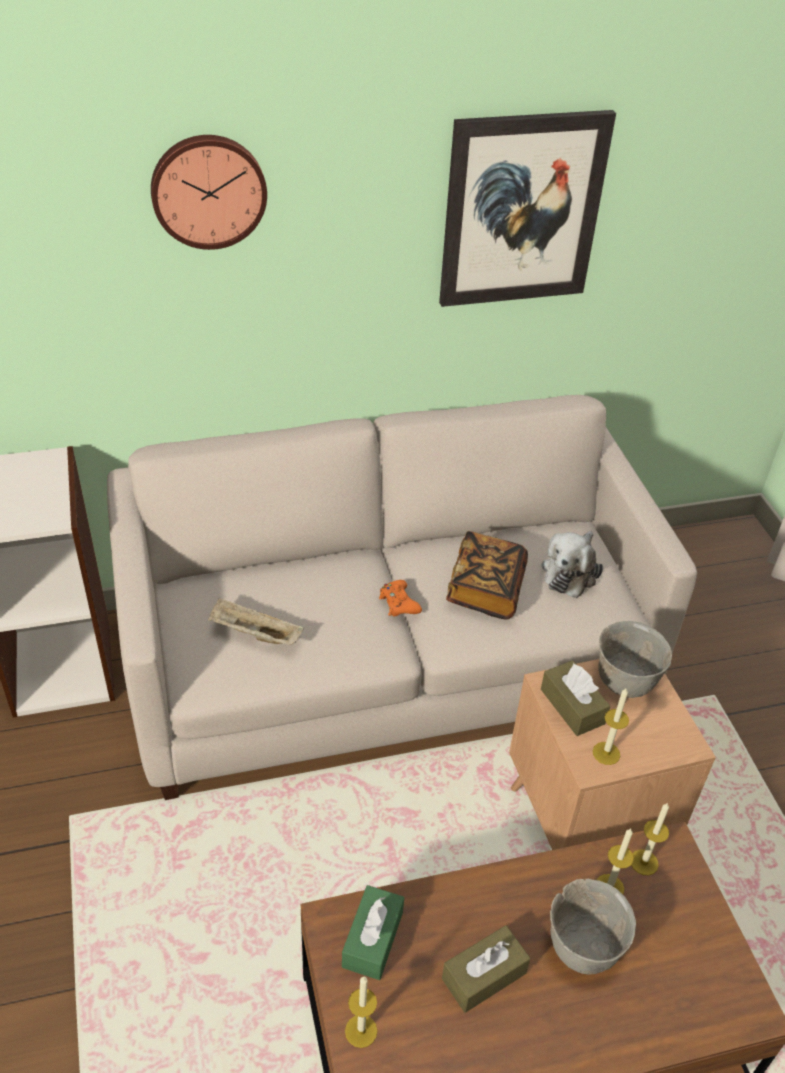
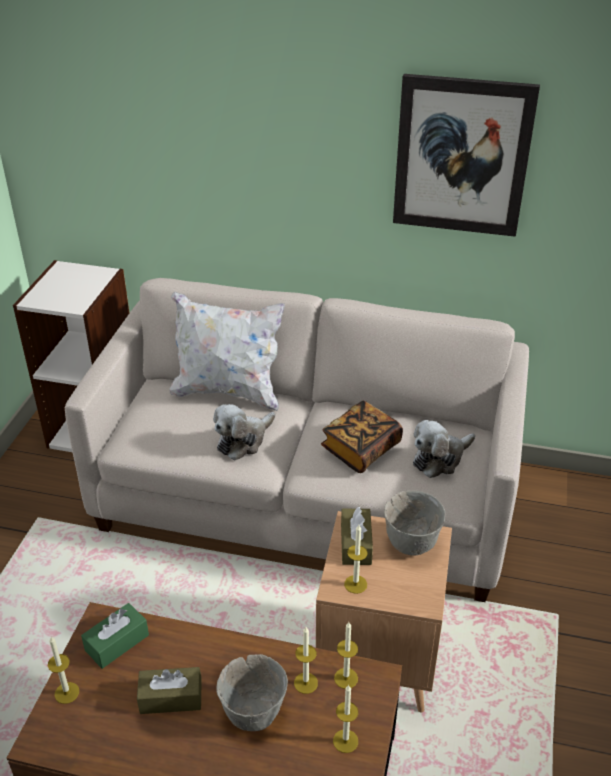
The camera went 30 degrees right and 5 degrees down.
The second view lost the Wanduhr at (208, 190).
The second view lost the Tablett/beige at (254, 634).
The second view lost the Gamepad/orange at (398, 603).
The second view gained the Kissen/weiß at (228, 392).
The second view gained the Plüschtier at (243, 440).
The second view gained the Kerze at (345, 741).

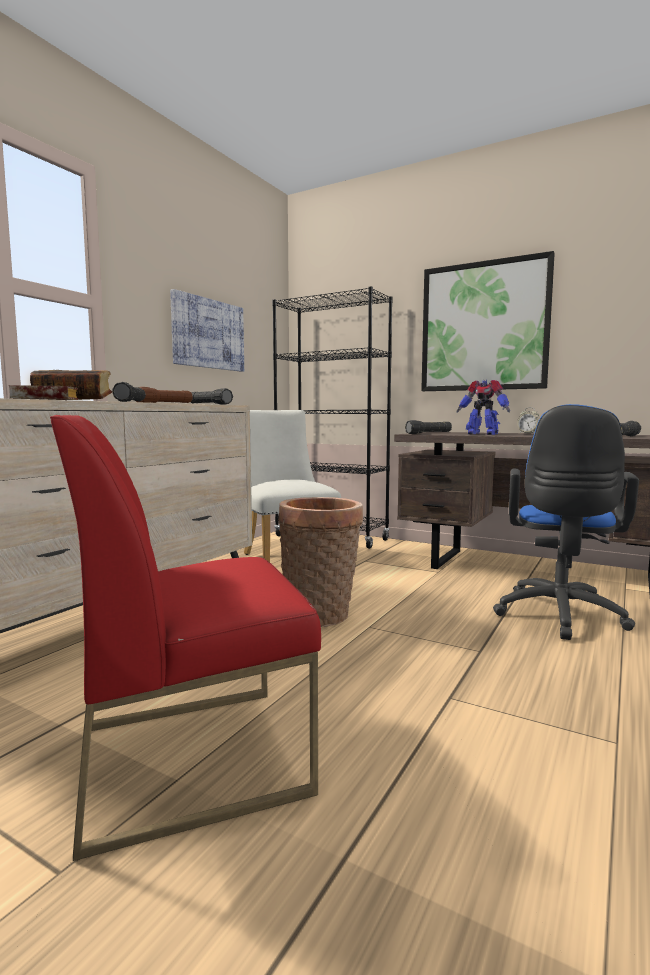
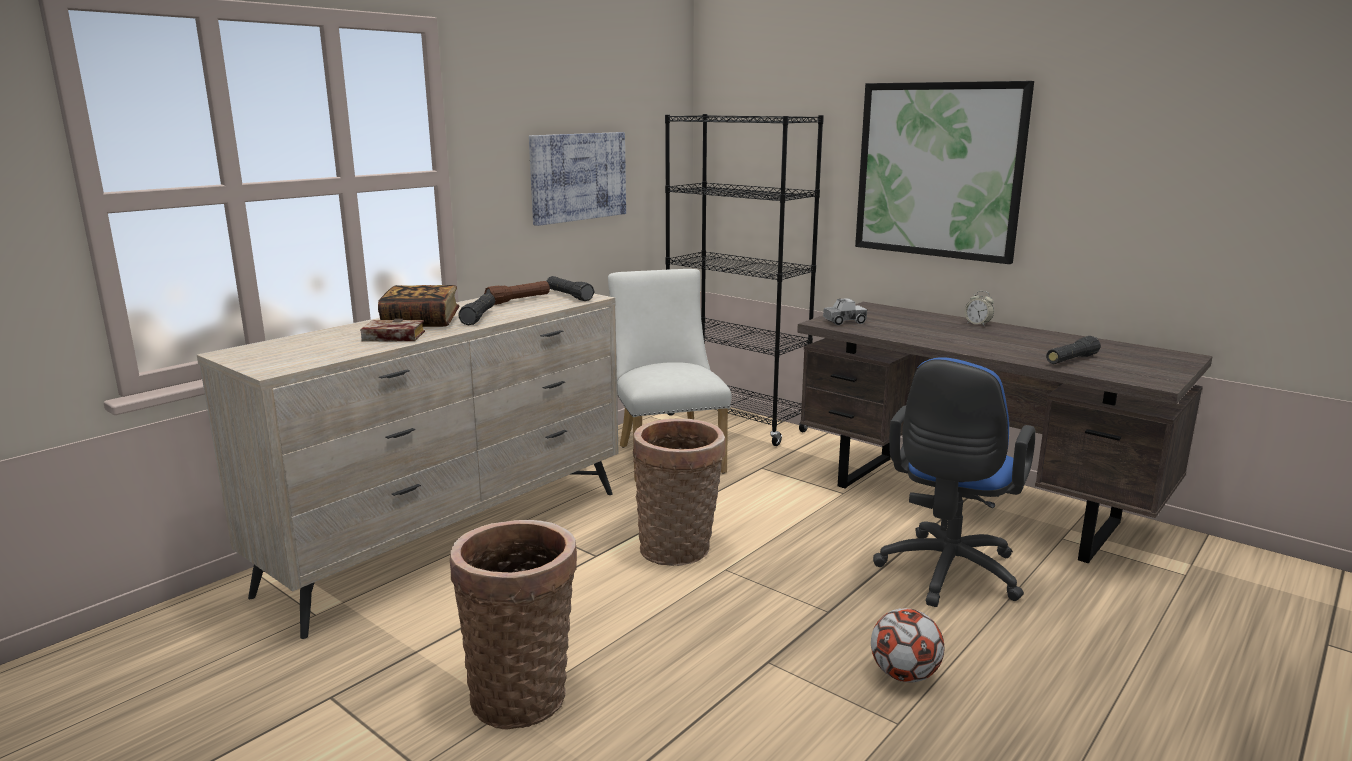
The camera went 10 degrees right and 10 degrees up.
Where the Stuhl/rot stood at (193, 756), the Korb came to stand at (522, 693).
Where the Taschenlampe/schwarz stood at (428, 433), the Spielzeuglaster came to stand at (844, 322).
The second view lost the Spielzeugroboter at (482, 434).
The second view gained the Fußball at (904, 675).

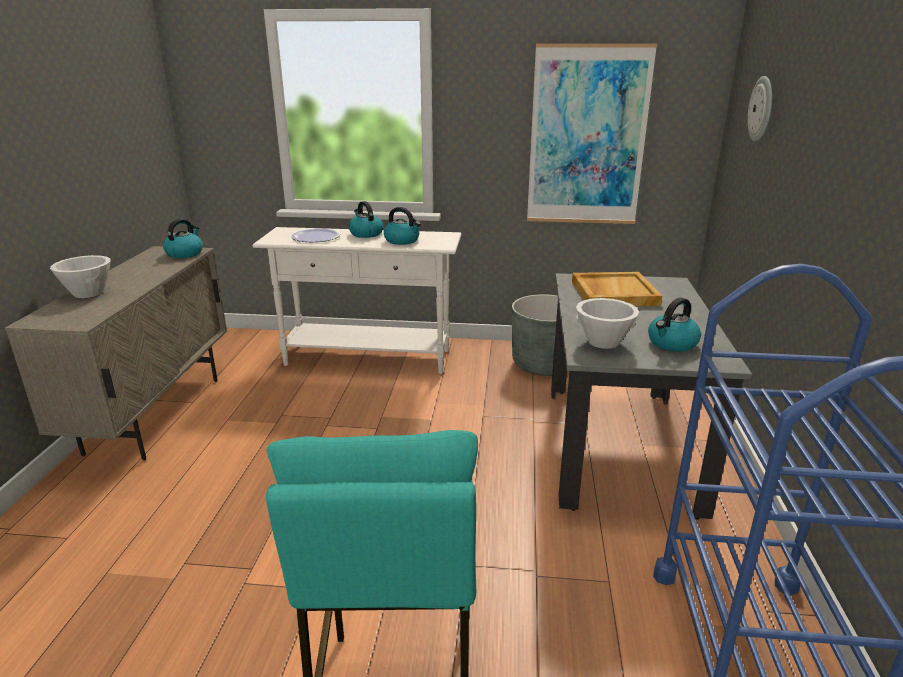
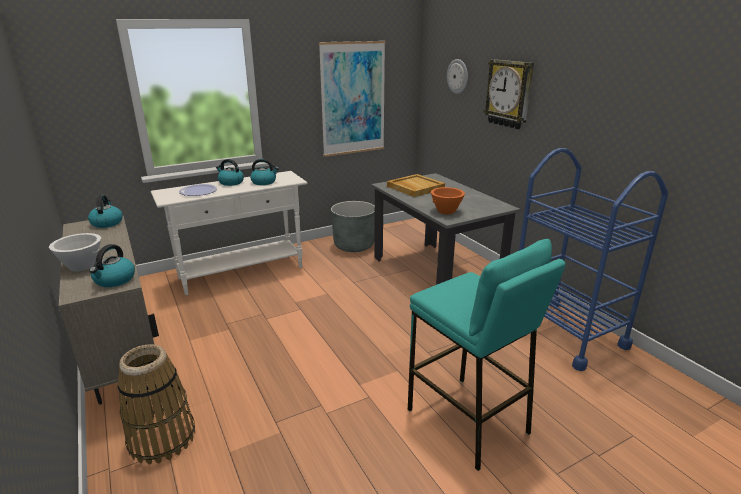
The camera went 35 degrees left and 0 degrees up.
What was the Schüssel/weiß at (603, 341) turned into the Schüssel/orange at (446, 211).
The Wasserkessel ended up elsewhere, having gone from (672, 343) to (114, 280).
The second view gained the Korb at (162, 438).
The second view gained the Wanduhr at (509, 94).

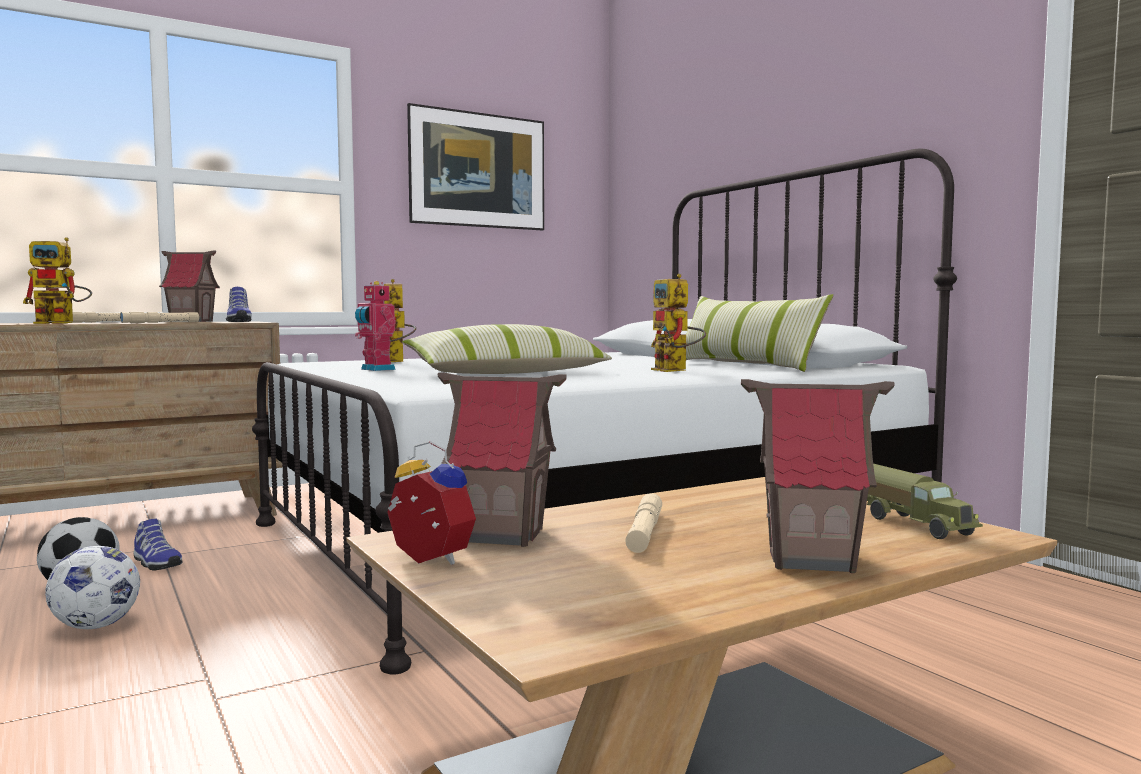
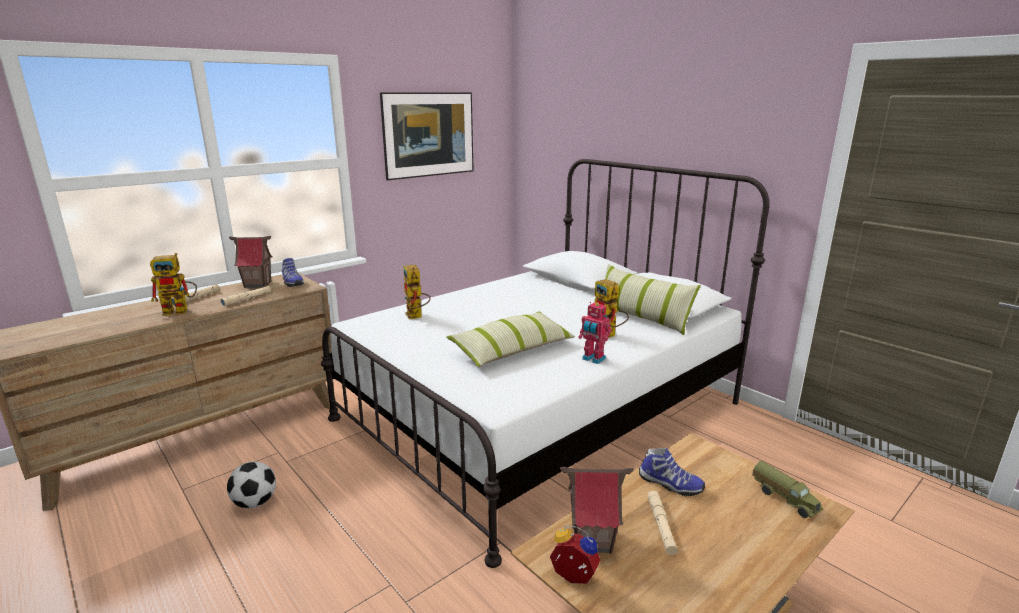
The camera went 10 degrees left and 15 degrees up.
The second view lost the Fußball at (96, 626).
The Schuh ended up elsewhere, having gone from (155, 563) to (669, 485).
The Spielzeugroboter ended up elsewhere, having gone from (376, 369) to (593, 359).
The second view lost the Spielzeughaus at (811, 560).

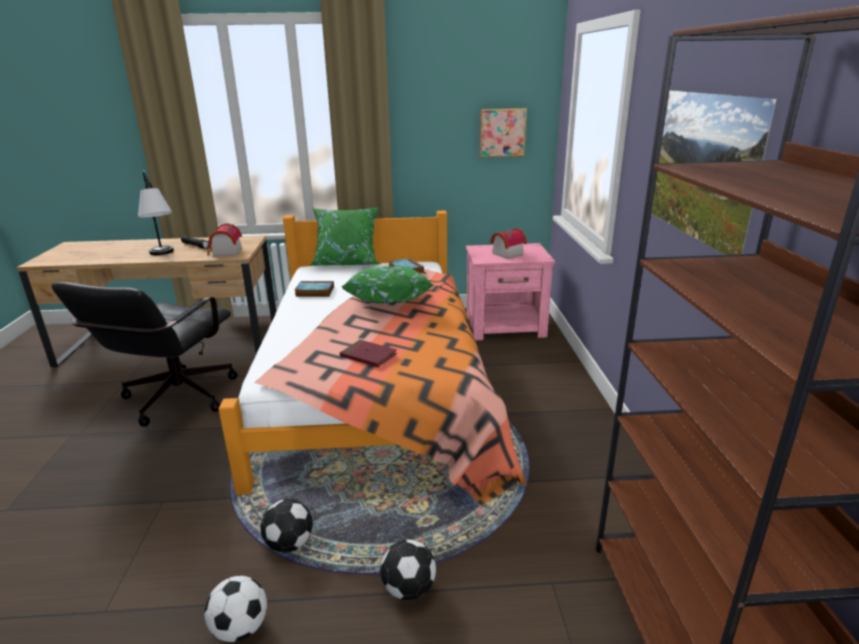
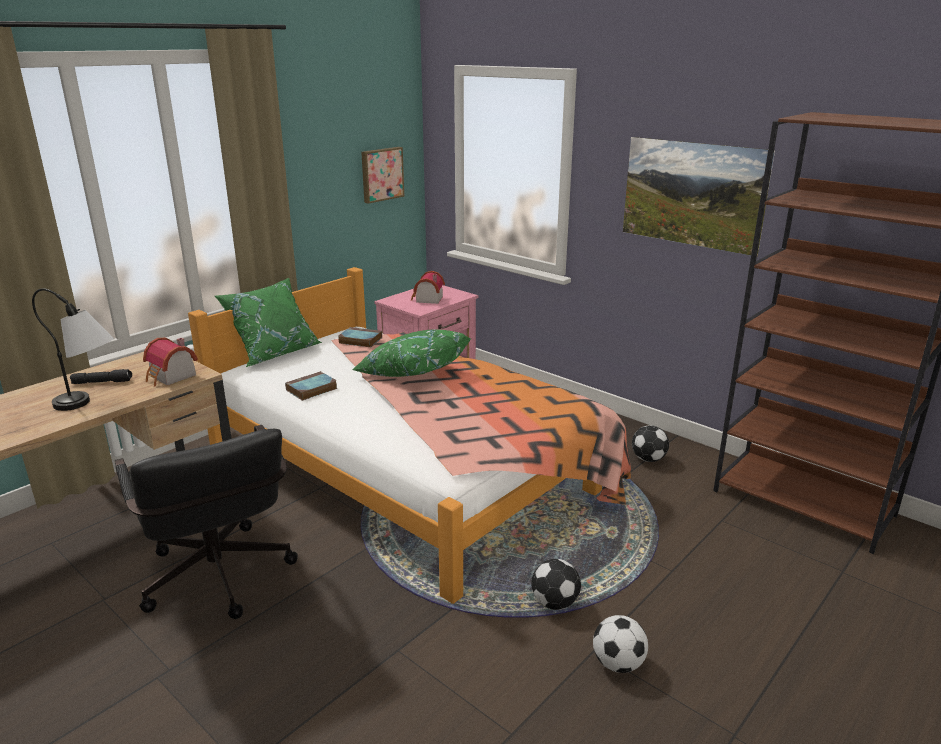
The camera went 45 degrees left and 0 degrees up.
The second view lost the Buch/rot at (368, 356).
The Fußball ended up elsewhere, having gone from (408, 589) to (648, 459).

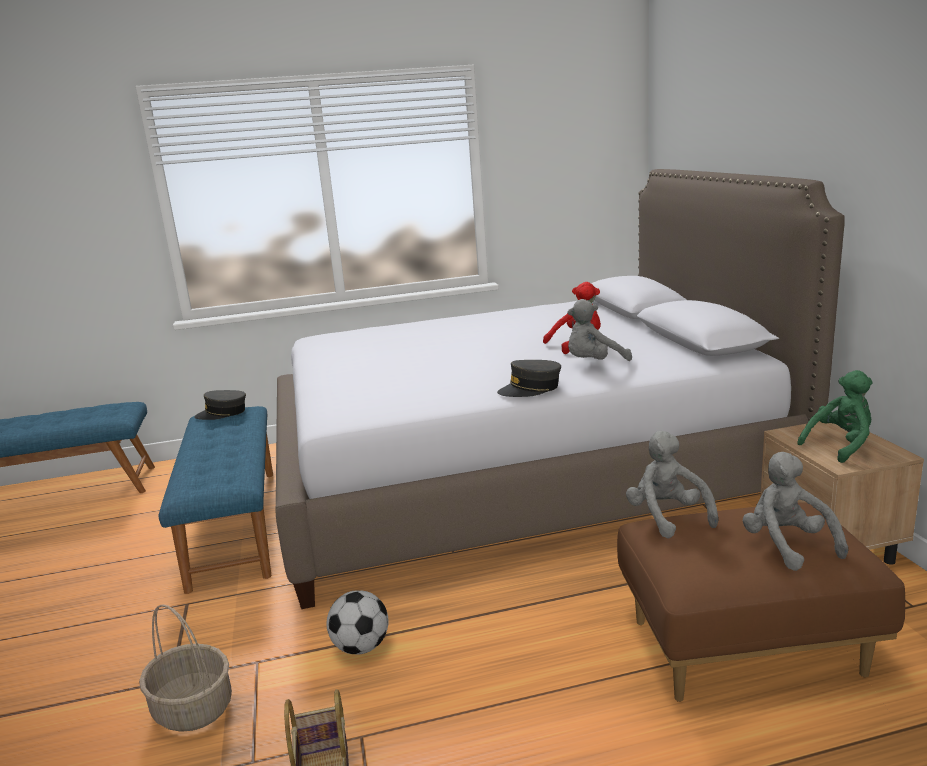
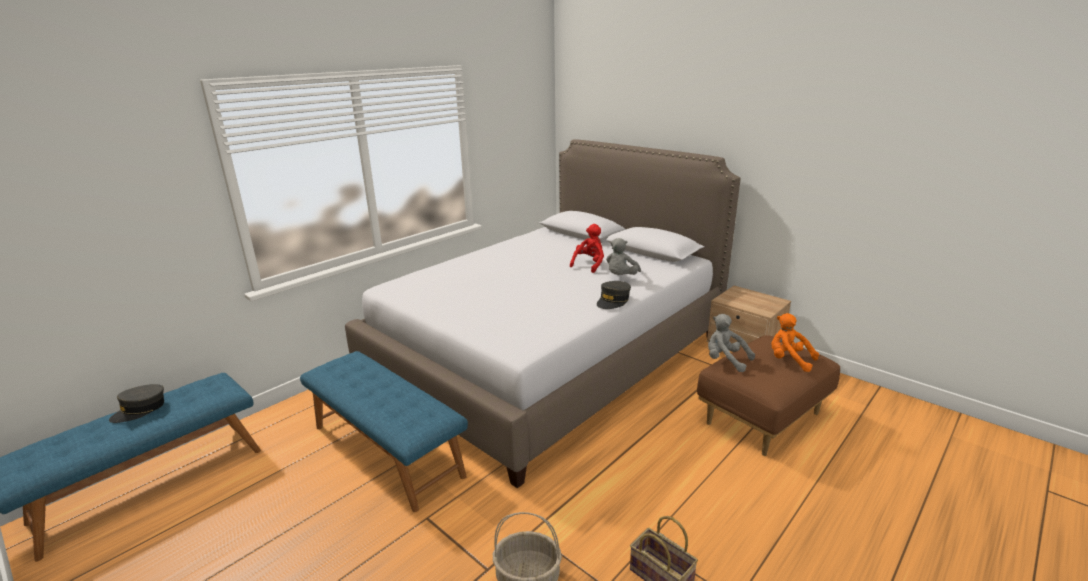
The camera went 35 degrees left and 5 degrees up.
The Kappe/grau ended up elsewhere, having gone from (222, 413) to (140, 410).
The second view lost the Fußball at (361, 647).
What was the Plüschtier/grau at (787, 545) turned into the Plüschtier/orange at (789, 360).
The second view lost the Plüschtier/grün at (840, 445).

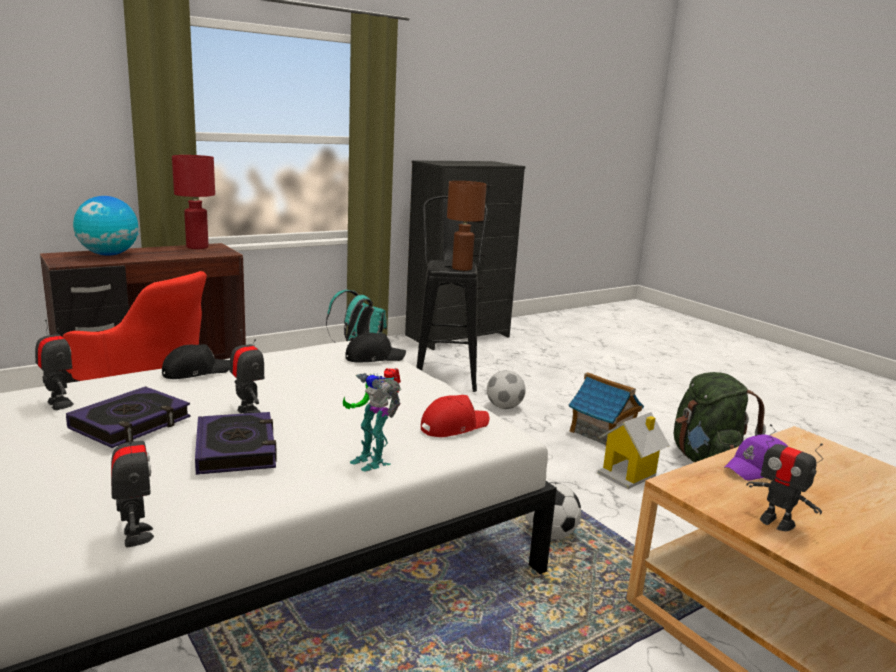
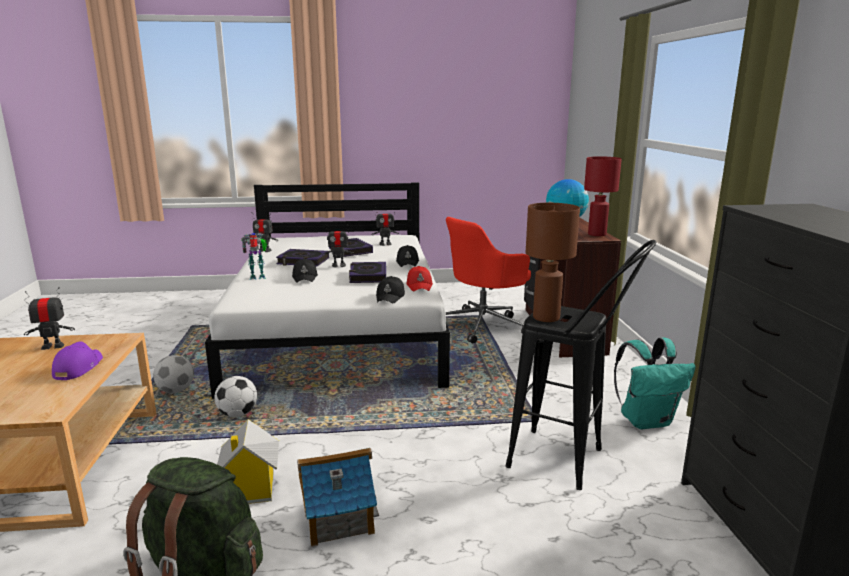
The camera went 120 degrees right and 0 degrees up.
The Kappe/rot ended up elsewhere, having gone from (453, 426) to (419, 285).
The Fußball ended up elsewhere, having gone from (504, 407) to (176, 391).
The second view gained the Kappe/schwarz at (305, 277).
The second view gained the Buch at (368, 276).

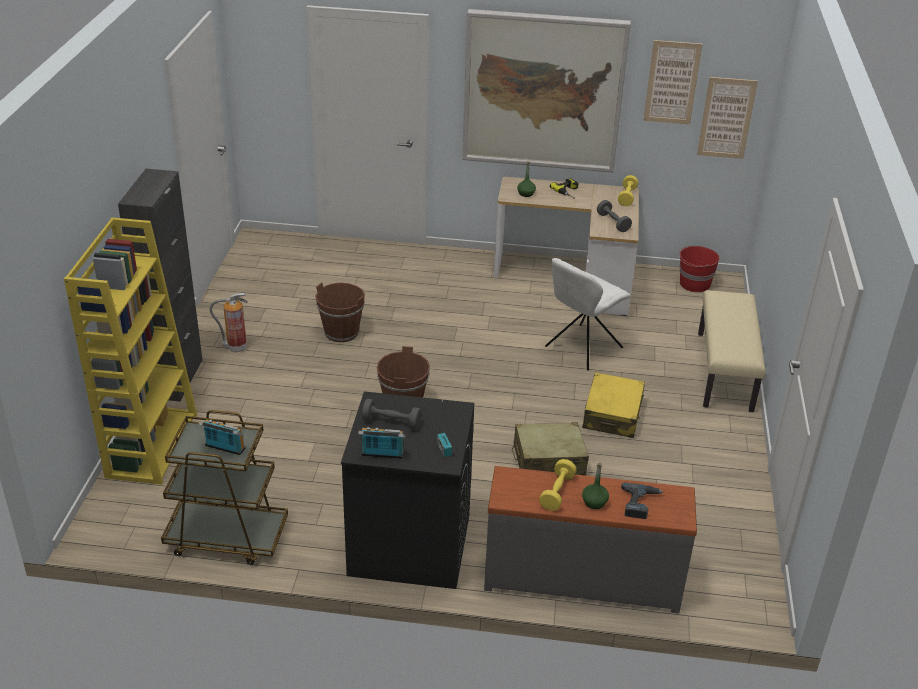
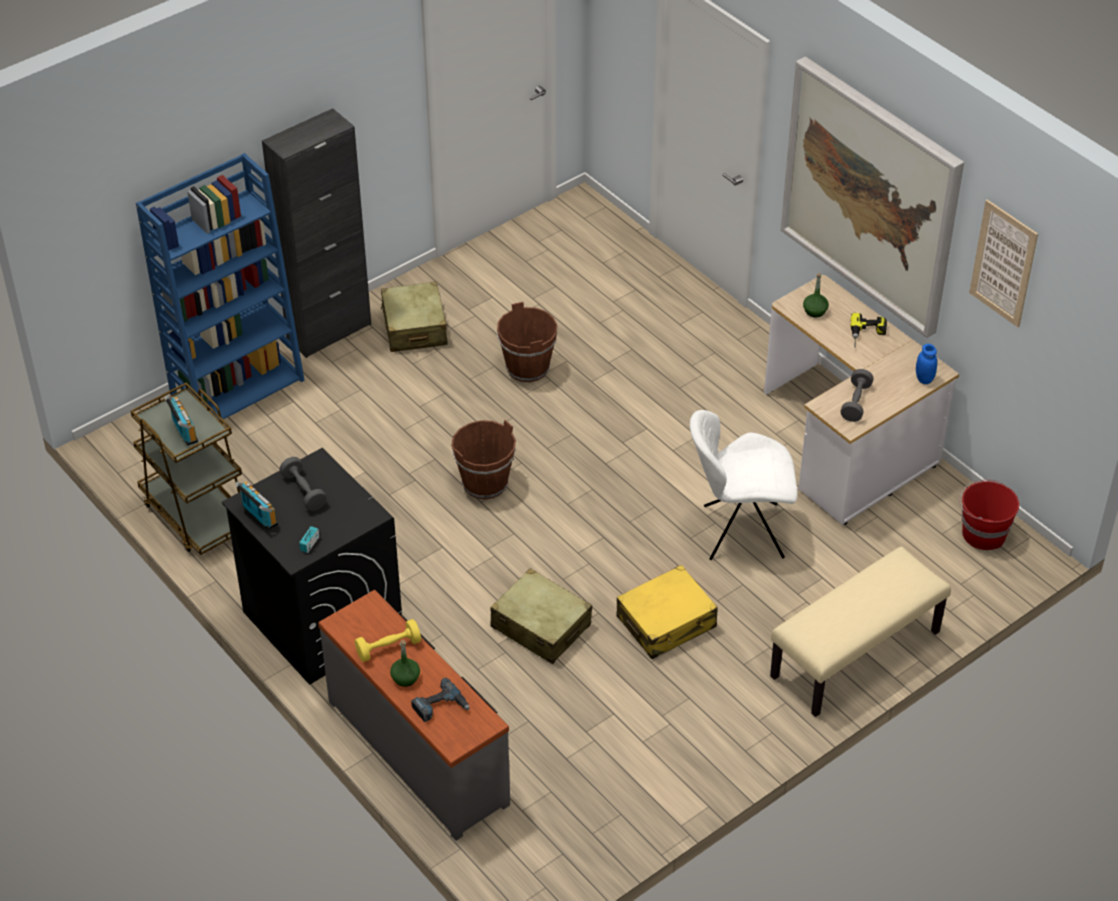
The camera went 45 degrees right and 10 degrees up.
What was the Bücherregal/gelb at (151, 444) turned into the Bücherregal/blau at (238, 388).
Where the Feuerlöscher stood at (236, 348), the Koffer/beige came to stand at (414, 328).
Where the Hantel/gelb stood at (627, 197), the Vorratsglas/blau came to stand at (924, 379).
The second view lost the Bild at (726, 118).

